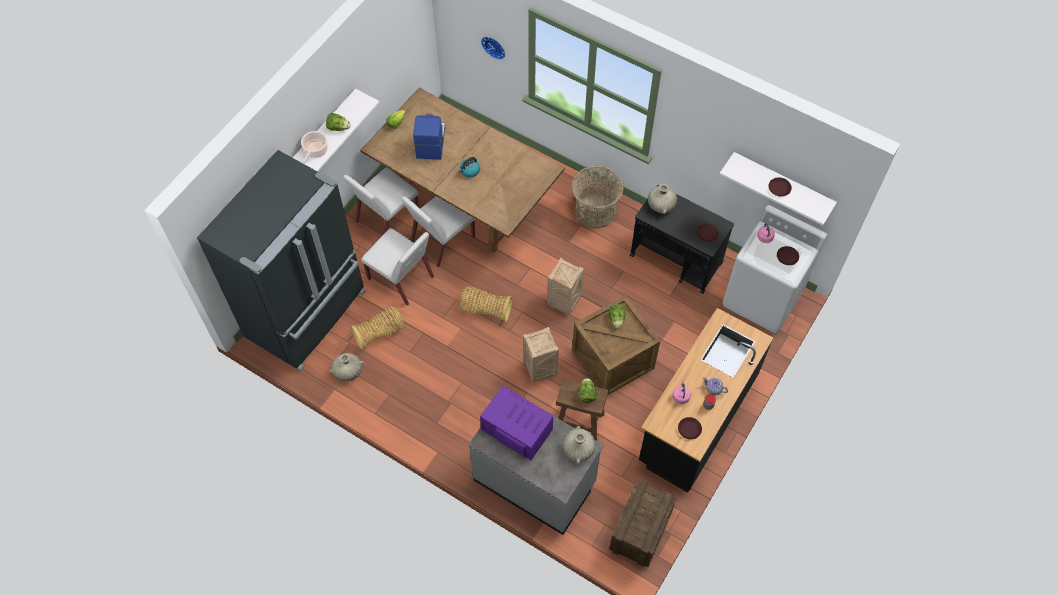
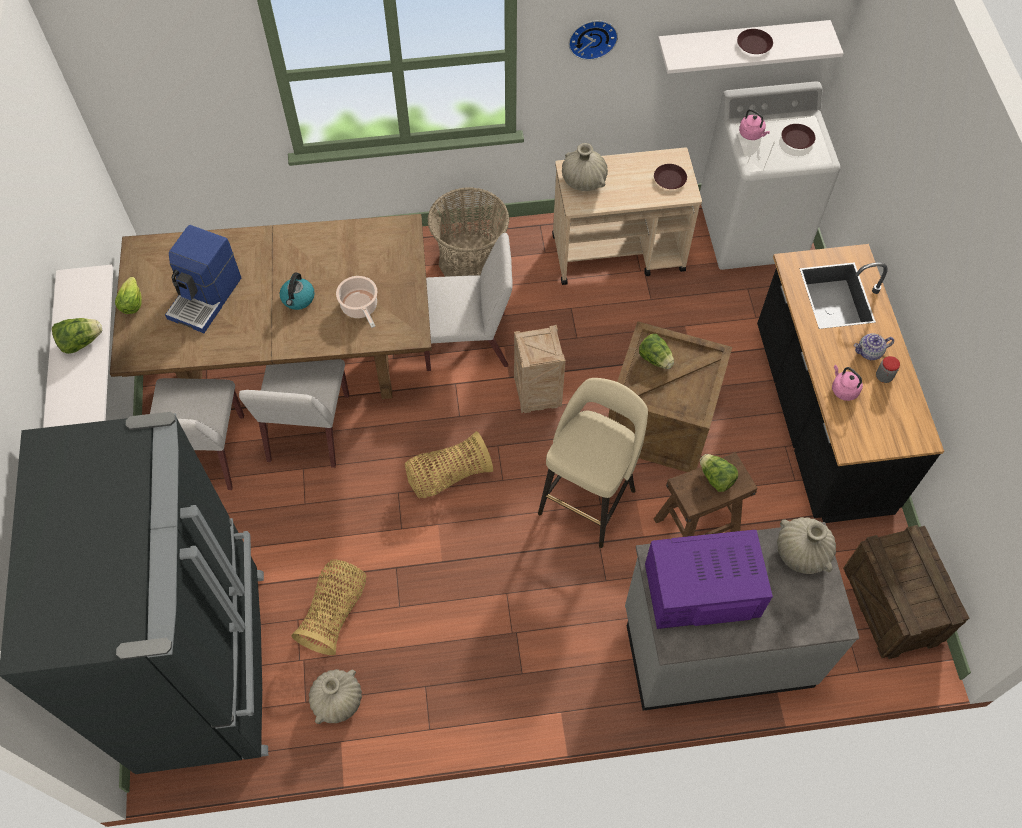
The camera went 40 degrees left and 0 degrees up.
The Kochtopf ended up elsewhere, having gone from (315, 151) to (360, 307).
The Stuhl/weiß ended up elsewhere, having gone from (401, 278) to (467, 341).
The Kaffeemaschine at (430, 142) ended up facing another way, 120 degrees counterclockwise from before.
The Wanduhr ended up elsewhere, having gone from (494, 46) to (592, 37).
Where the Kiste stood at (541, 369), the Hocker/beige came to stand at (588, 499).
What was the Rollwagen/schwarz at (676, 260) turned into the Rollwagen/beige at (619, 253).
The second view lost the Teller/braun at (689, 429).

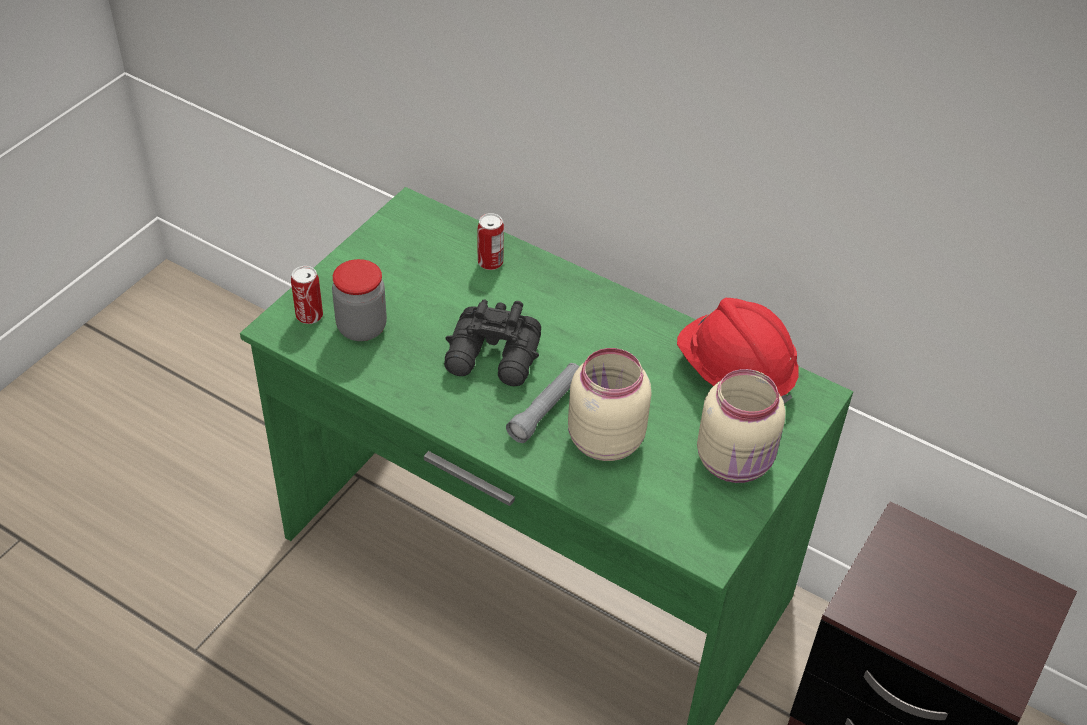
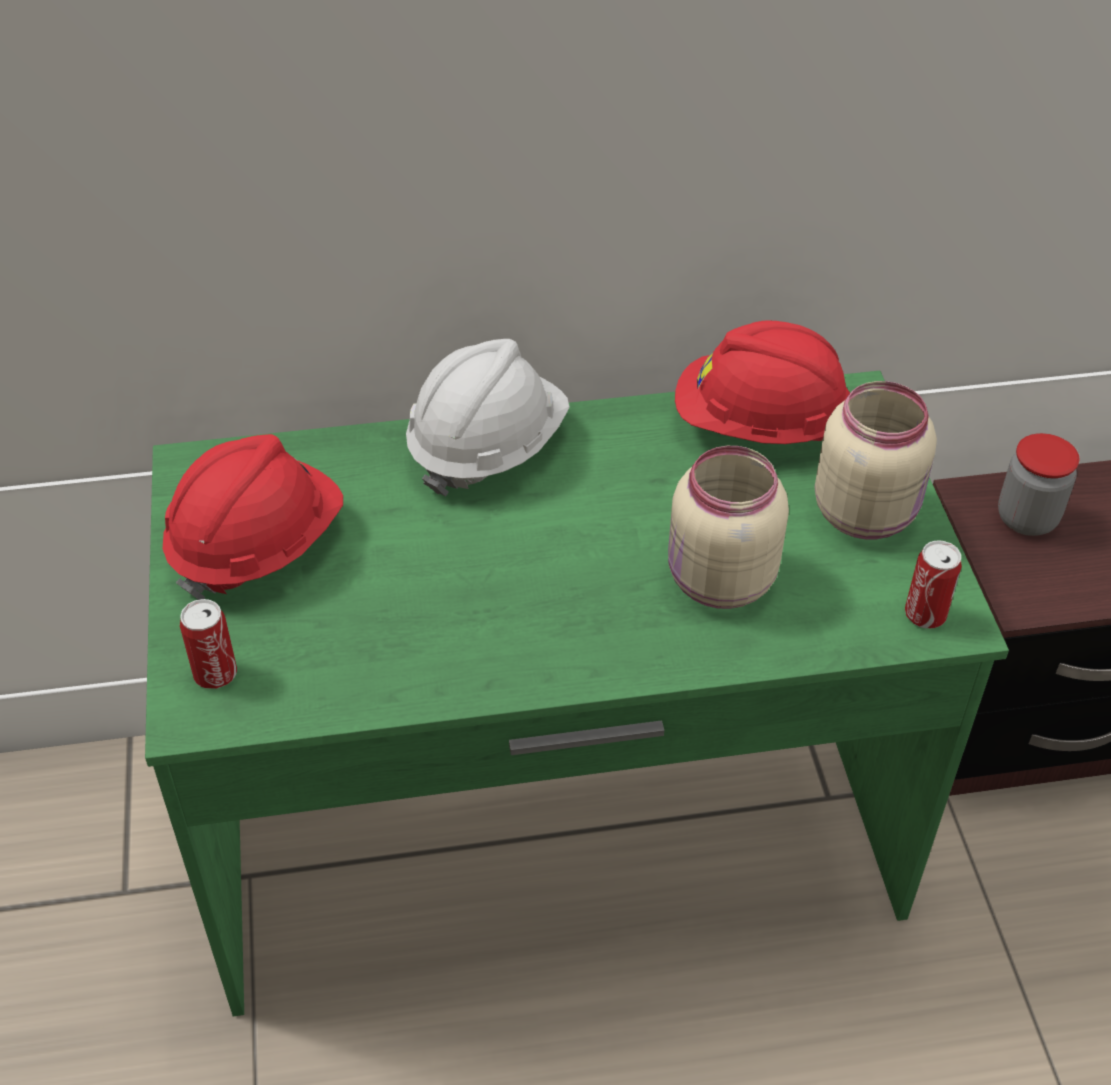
The camera went 40 degrees left and 0 degrees up.
The Vorratsglas ended up elsewhere, having gone from (362, 328) to (1026, 518).
The second view lost the Fernglas/schwarz at (494, 358).
The Dose ended up elsewhere, having gone from (490, 262) to (925, 614).
The second view lost the Taschenlampe/grau at (546, 409).
The second view gained the Schutzhelm/rot at (257, 546).
The second view gained the Schutzhelm/weiß at (487, 448).

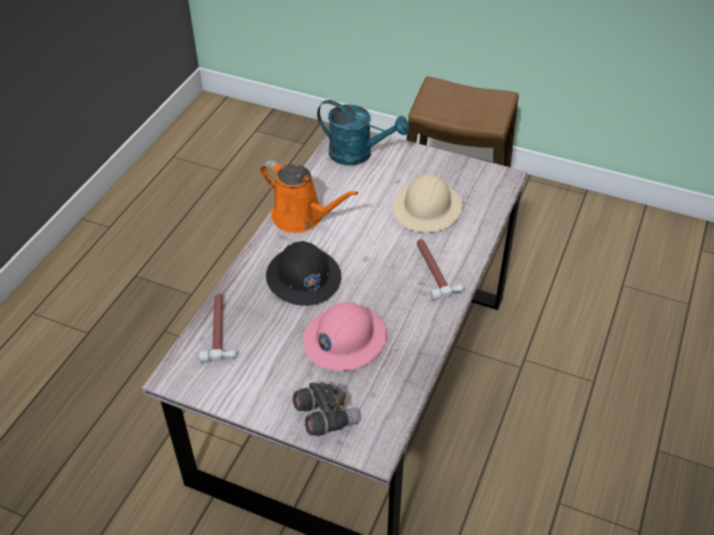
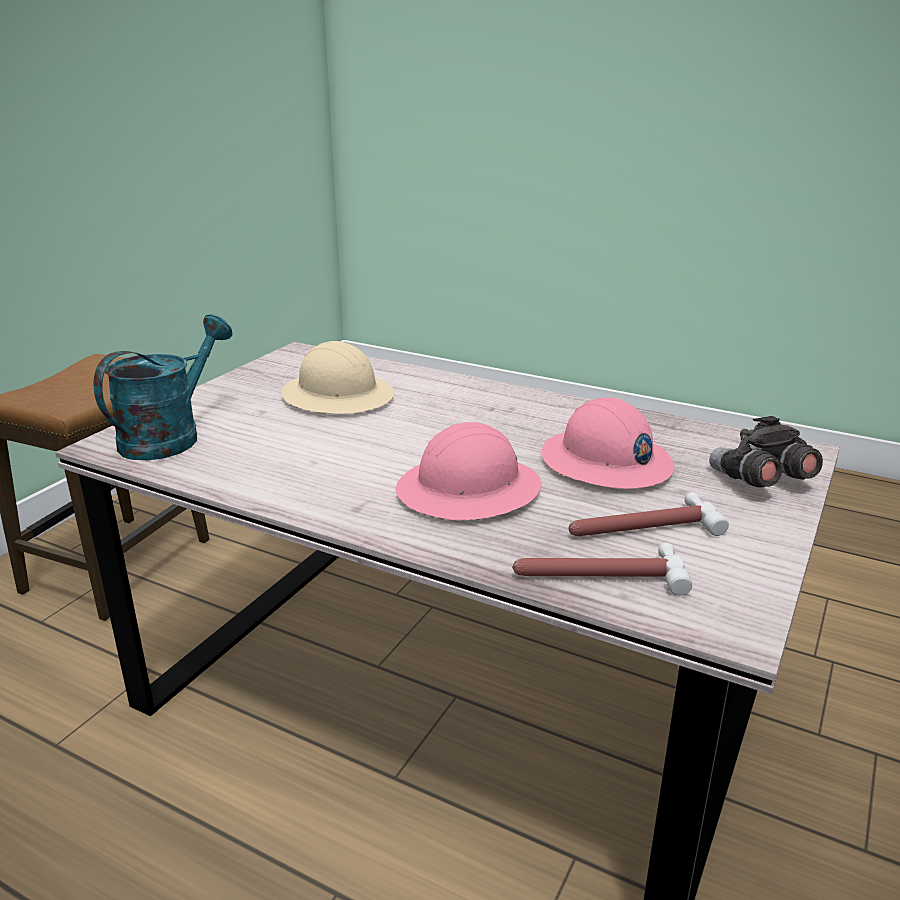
The camera went 85 degrees left and 20 degrees down.
The second view lost the Gießkanne/orange at (301, 217).
What was the Schutzhelm/schwarz at (303, 278) turned into the Schutzhelm/rosa at (469, 491).
The Hammer ended up elsewhere, having gone from (434, 270) to (640, 527).

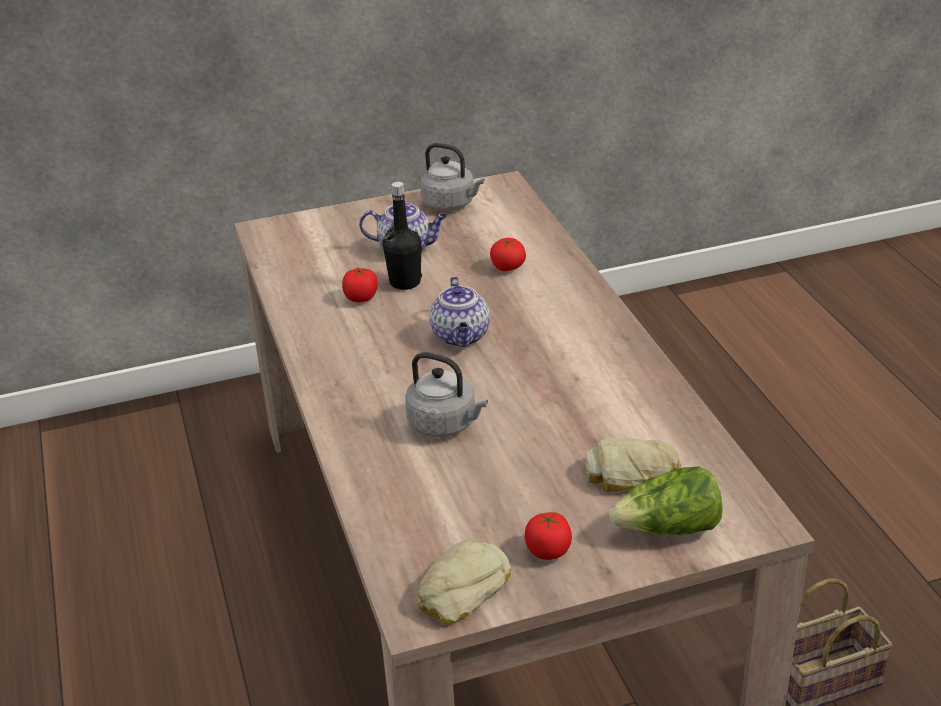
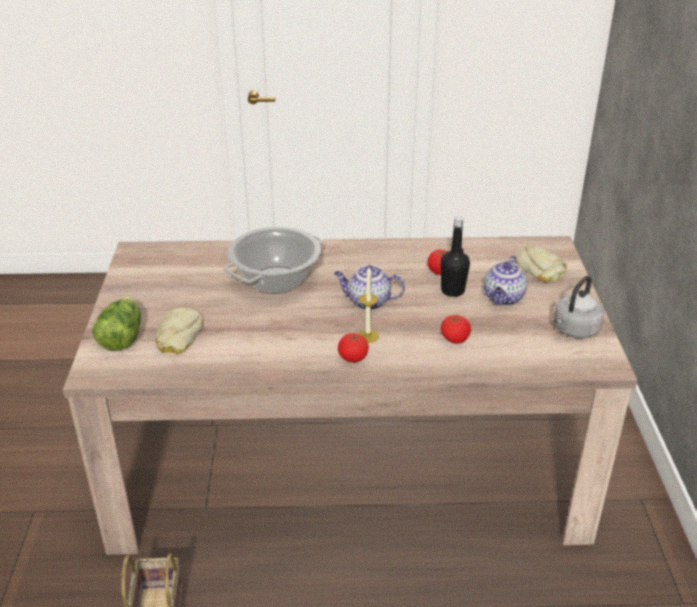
The camera went 105 degrees right and 0 degrees up.
Where the Wasserkessel/grau stood at (445, 424), the Kochtopf came to stand at (276, 281).
The Brot ended up elsewhere, having gone from (460, 589) to (540, 268).
The Tomate ended up elsewhere, having gone from (548, 550) to (353, 357).
The second view gained the Kerze at (367, 336).

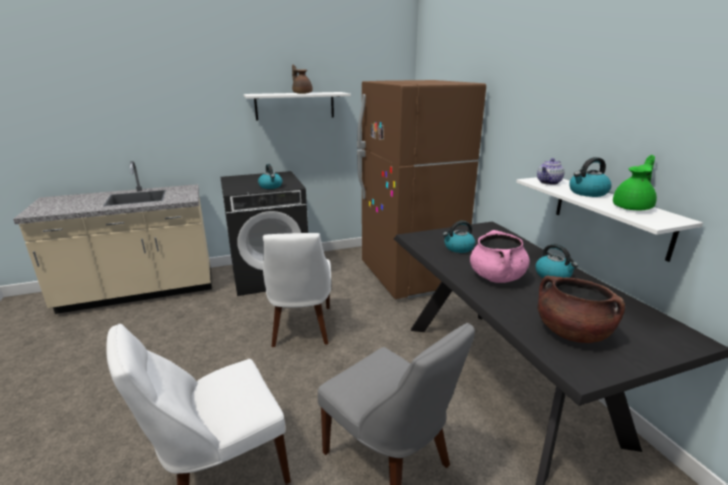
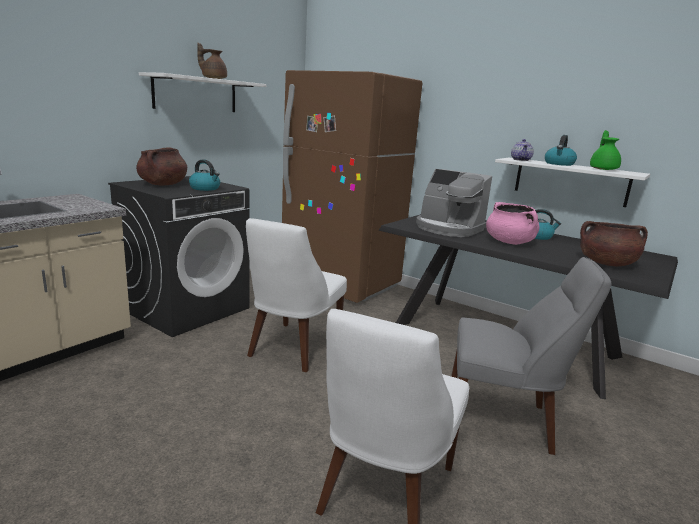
The camera went 35 degrees left and 5 degrees down.
The Stuhl/weiß at (301, 328) ended up facing another way, 60 degrees clockwise from before.
Where the Wasserkessel stood at (458, 248), the Kaffeemaschine came to stand at (448, 228).
The second view gained the Kochtopf/braun at (163, 184).

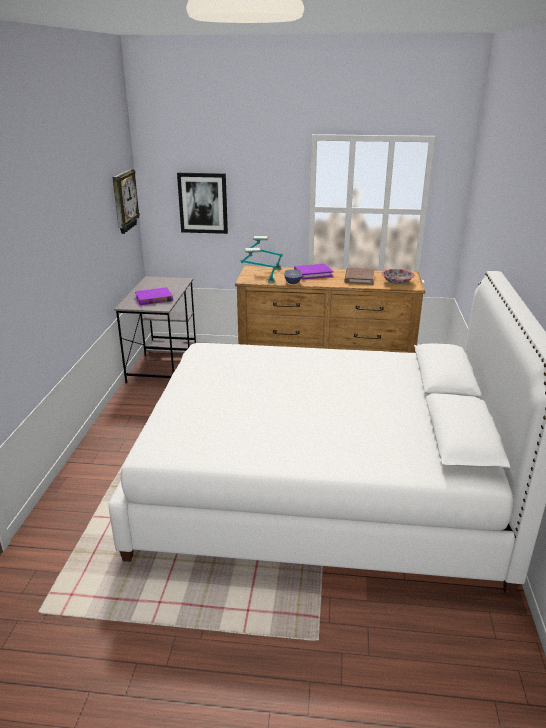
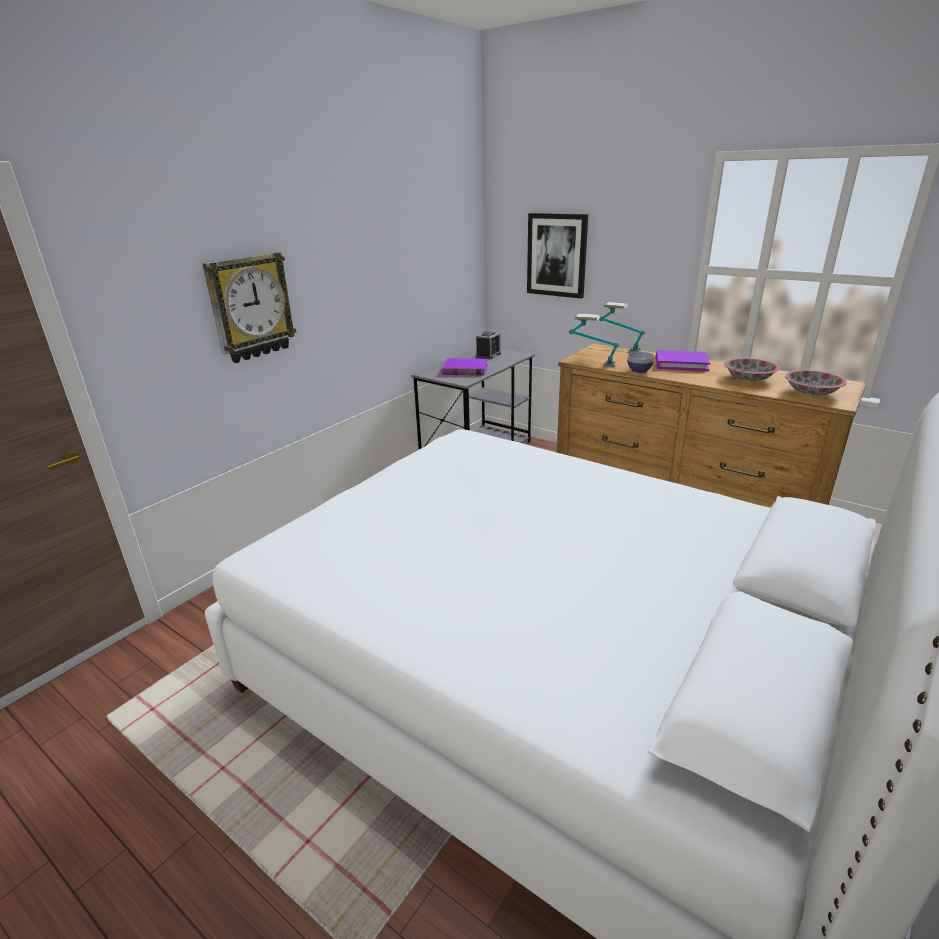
The camera went 30 degrees right and 0 degrees up.
The Wanduhr ended up elsewhere, having gone from (124, 201) to (250, 307).
Where the Buch/braun stood at (359, 278), the Schüssel came to stand at (749, 378).
The second view gained the Wecker at (488, 355).

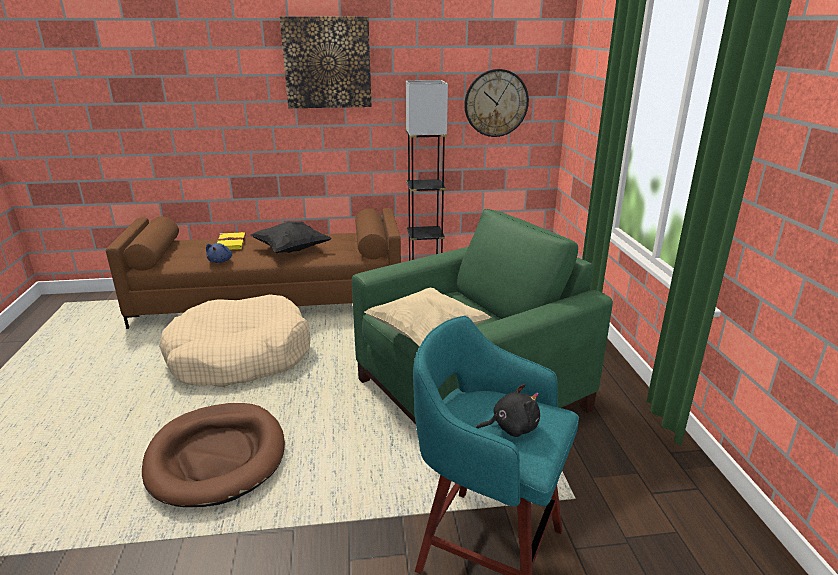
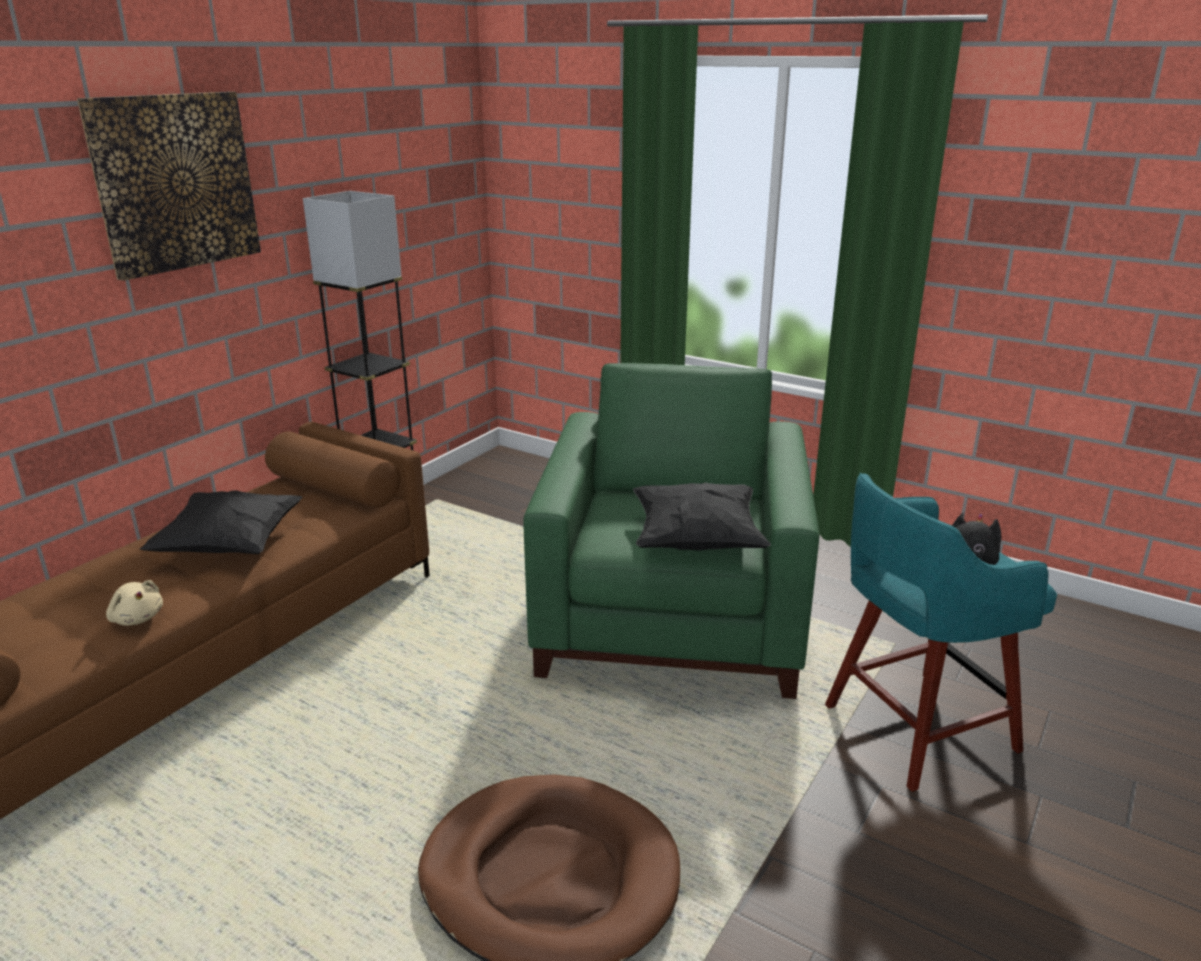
The camera went 50 degrees left and 0 degrees up.
The second view lost the Hundebett/beige at (240, 356).
What was the Plüschtier/blau at (220, 261) turned into the Plüschtier/beige at (137, 618).
The second view lost the Buch/gelb at (231, 243).
What was the Kissen/beige at (426, 333) turned into the Kissen/schwarz at (696, 541).
The second view lost the Wanduhr at (496, 103).

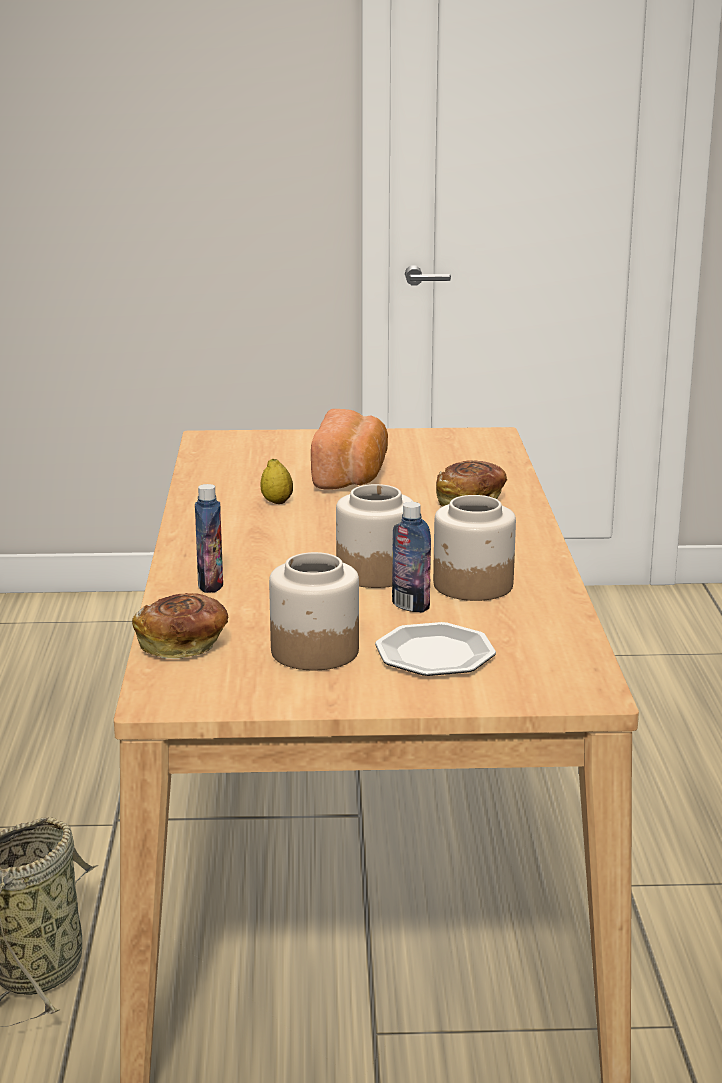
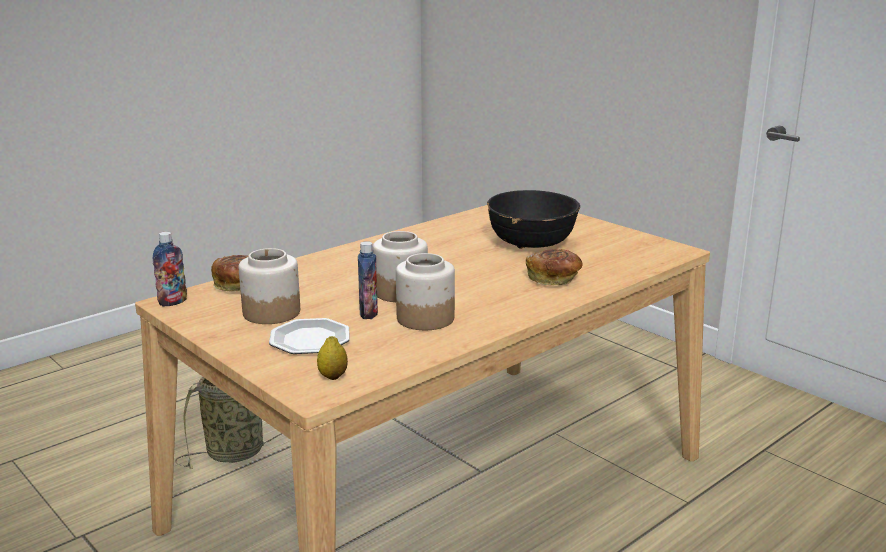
The camera went 50 degrees right and 0 degrees up.
The Flasche ended up elsewhere, having gone from (210, 585) to (173, 302).
The Zitrone ended up elsewhere, having gone from (277, 502) to (333, 376).
Where the Brot stood at (352, 476), the Schüssel/schwarz came to stand at (532, 244).

